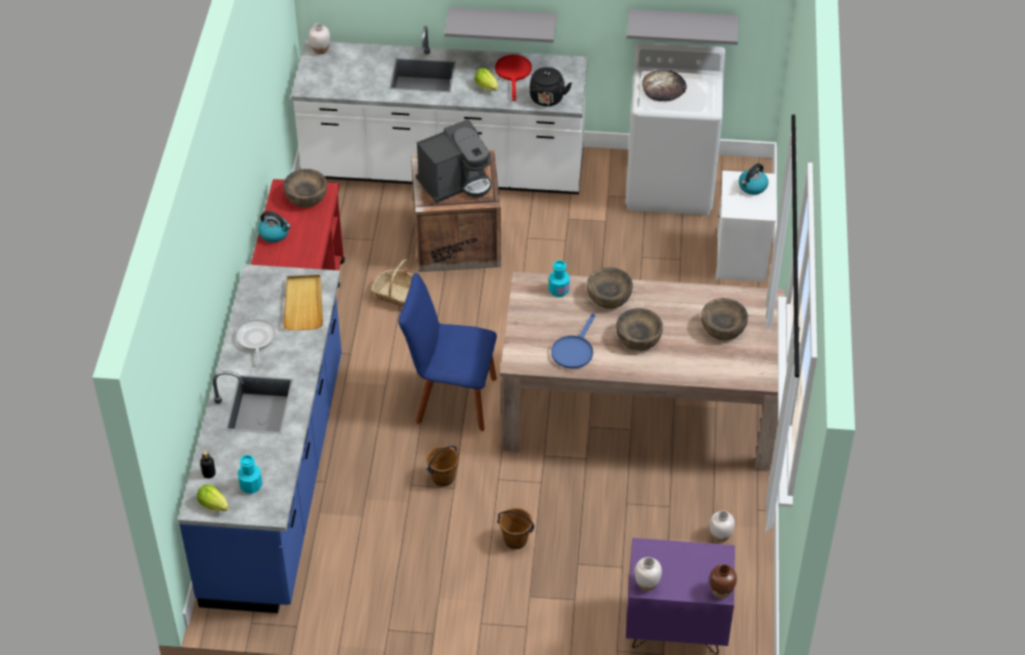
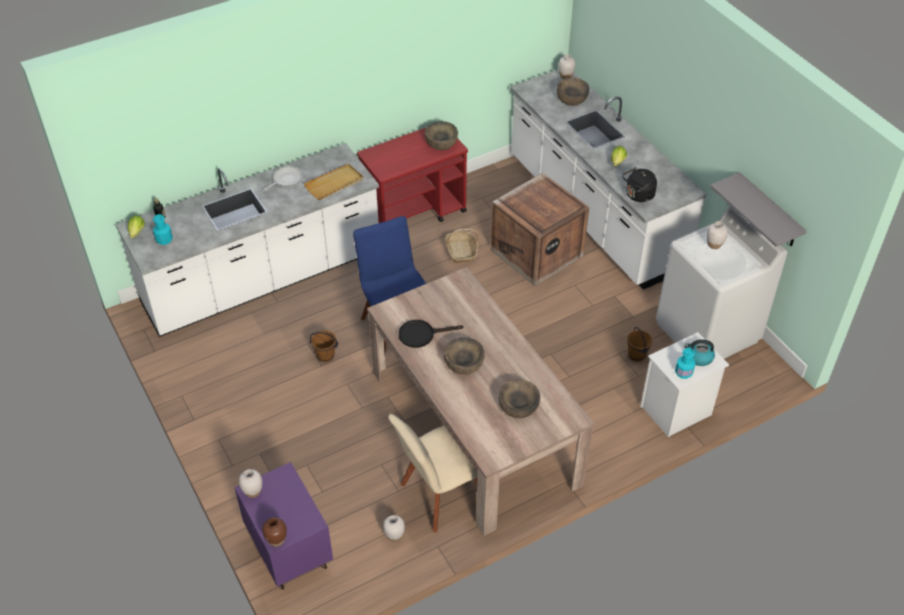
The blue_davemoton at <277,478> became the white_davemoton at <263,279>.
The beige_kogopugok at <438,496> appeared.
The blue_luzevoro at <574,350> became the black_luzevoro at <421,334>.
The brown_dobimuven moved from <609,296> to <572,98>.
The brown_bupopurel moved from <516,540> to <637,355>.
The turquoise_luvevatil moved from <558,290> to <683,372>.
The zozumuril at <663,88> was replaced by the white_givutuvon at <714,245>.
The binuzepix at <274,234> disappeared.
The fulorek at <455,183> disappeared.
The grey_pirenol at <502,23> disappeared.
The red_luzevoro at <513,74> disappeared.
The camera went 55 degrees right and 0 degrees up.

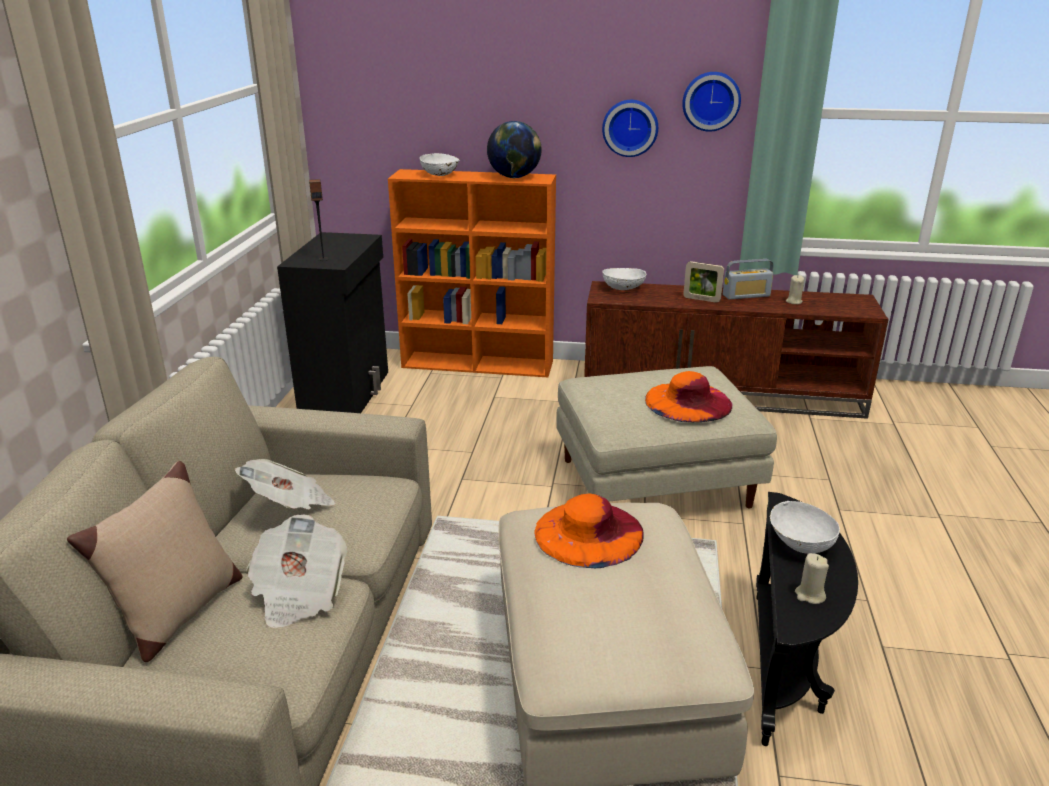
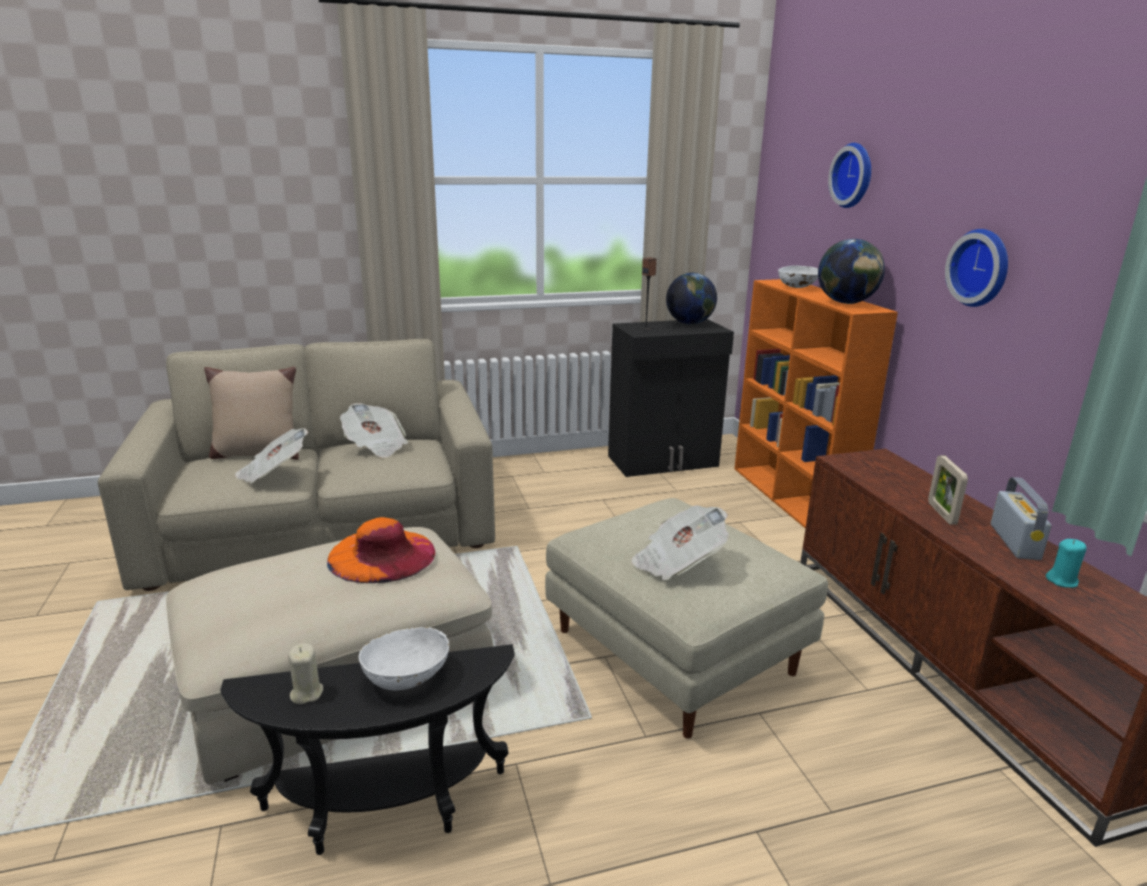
The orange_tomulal at <688,402> was replaced by the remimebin at <678,563>.
The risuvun at <689,324> appeared.
The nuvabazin moved from <711,101> to <854,175>.
The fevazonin at <746,295> turned 135 degrees counterclockwise.
The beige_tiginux at <793,301> became the turquoise_tiginux at <1062,581>.
The white_dobimuven at <623,288> disappeared.
The camera went 65 degrees right and 5 degrees down.

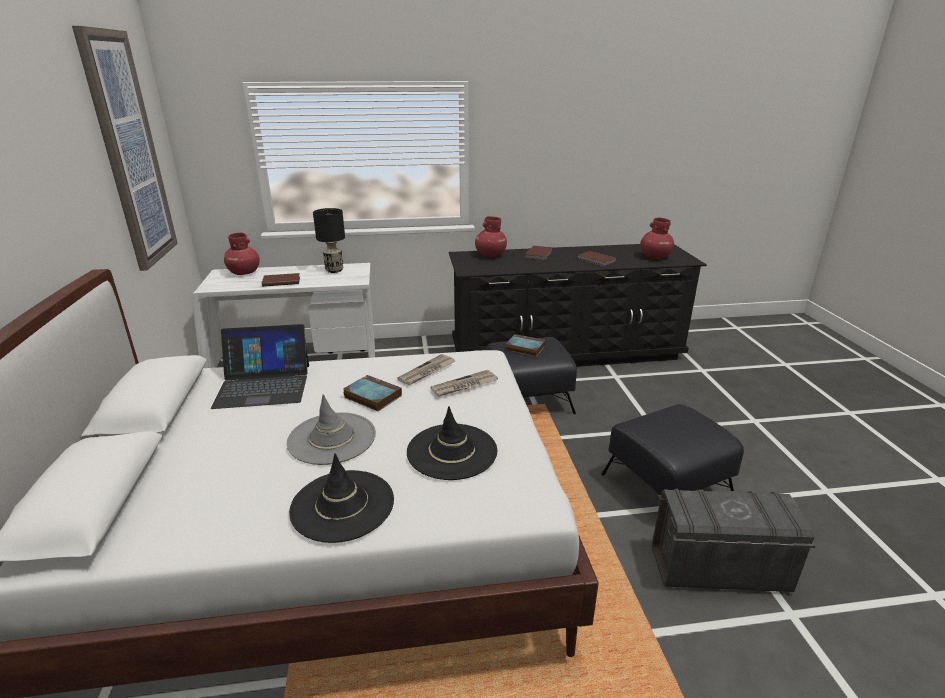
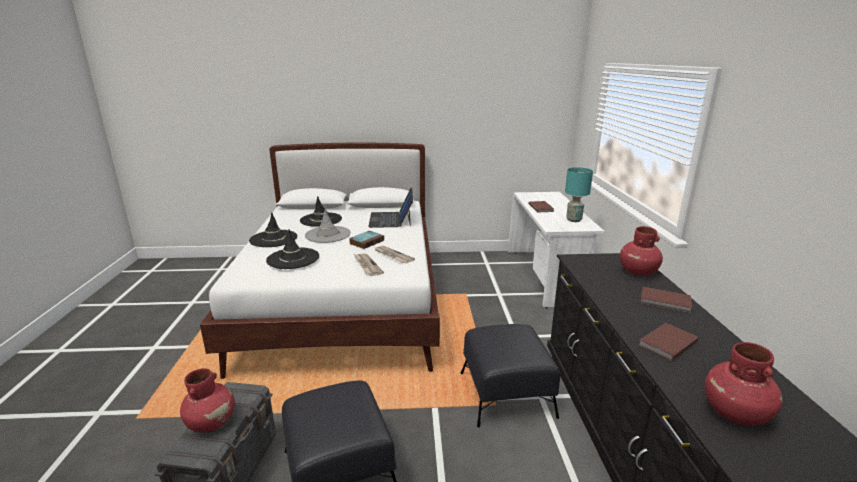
The red_givutuvon moved from <244,272> to <212,422>.
The black_tomulal at <321,220> appeared.
The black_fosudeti at <334,270> became the turquoise_fosudeti at <574,220>.
The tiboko at <129,152> disappeared.
The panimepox at <524,348> disappeared.
The camera went 95 degrees right and 5 degrees down.

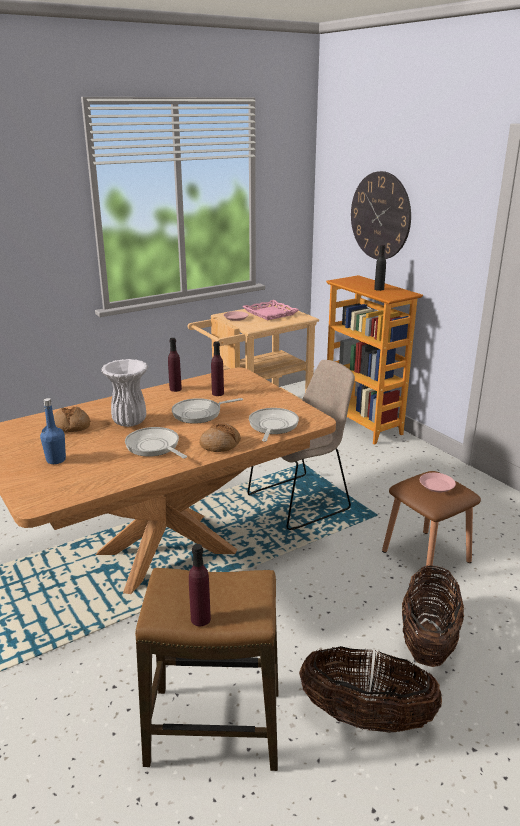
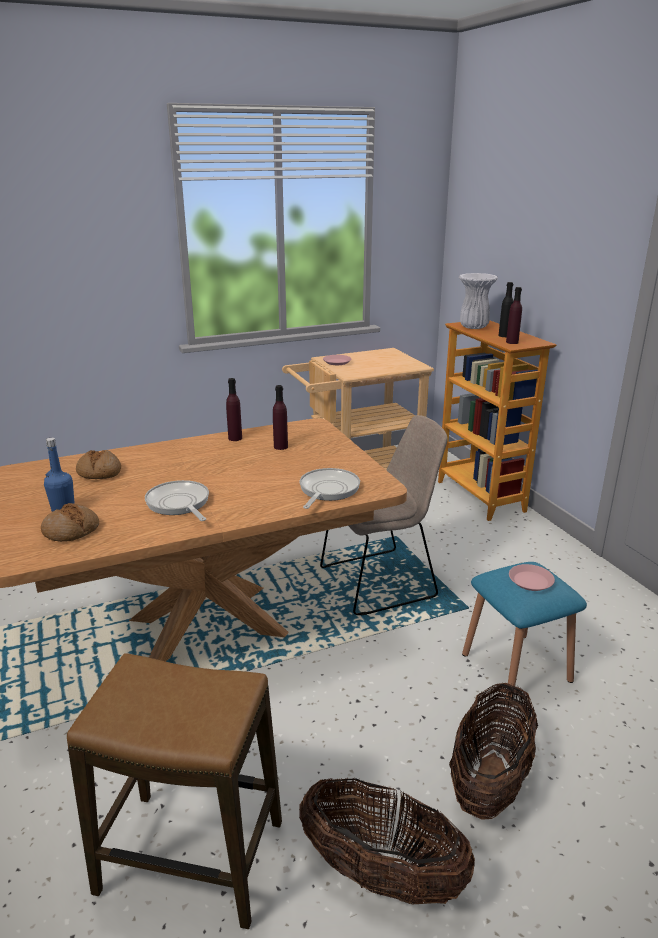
The zozumuril moved from <220,444> to <71,531>.
The white_givutuvon moved from <130,422> to <474,327>.
The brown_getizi at <426,556> became the blue_getizi at <516,667>.
The purple_luvevatil moved from <200,619> to <512,342>.
The luzevoro at <200,413> disappeared.
The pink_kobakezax at <270,313> disappeared.
The nuvabazin at <380,216> disappeared.
The camera went 10 degrees right and 0 degrees up.

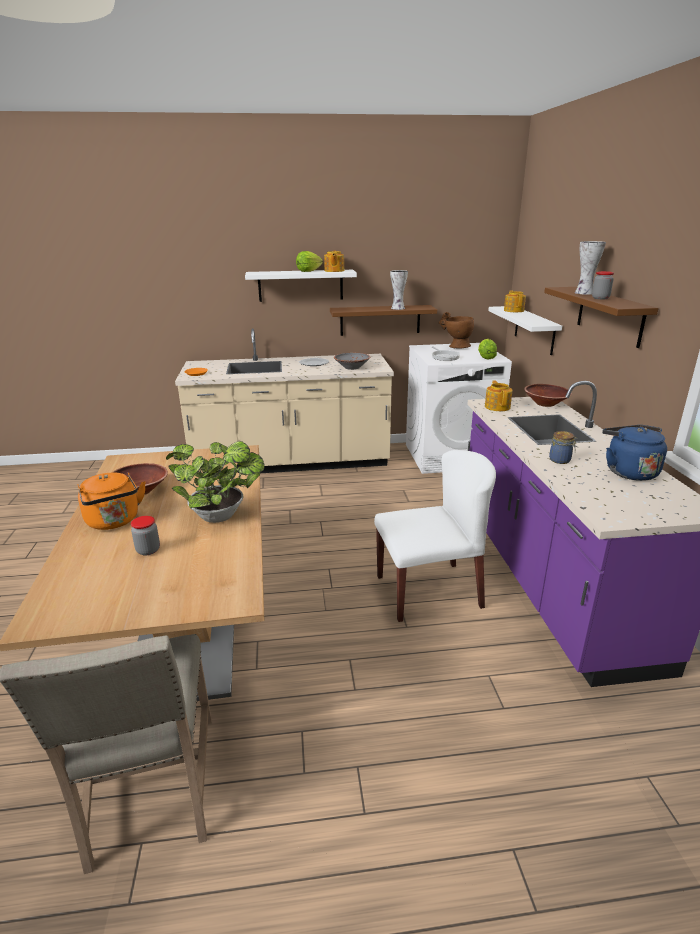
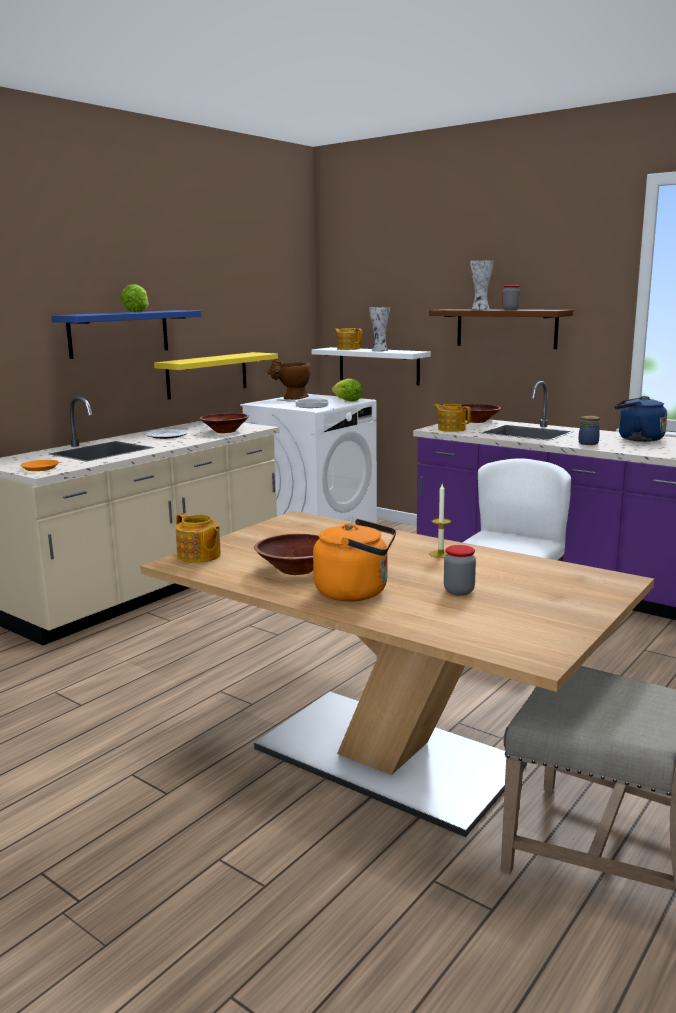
The white_pirenol at <300,285> became the blue_pirenol at <119,333>.
The brown_pirenol at <380,320> became the yellow_pirenol at <207,375>.
The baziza moved from <334,271> to <199,556>.
The grey_dobimuven at <352,368> became the brown_dobimuven at <225,431>.
The givutuvon moved from <397,308> to <380,350>.
The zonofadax at <222,517> was replaced by the tiginux at <440,554>.
The camera went 45 degrees left and 10 degrees down.

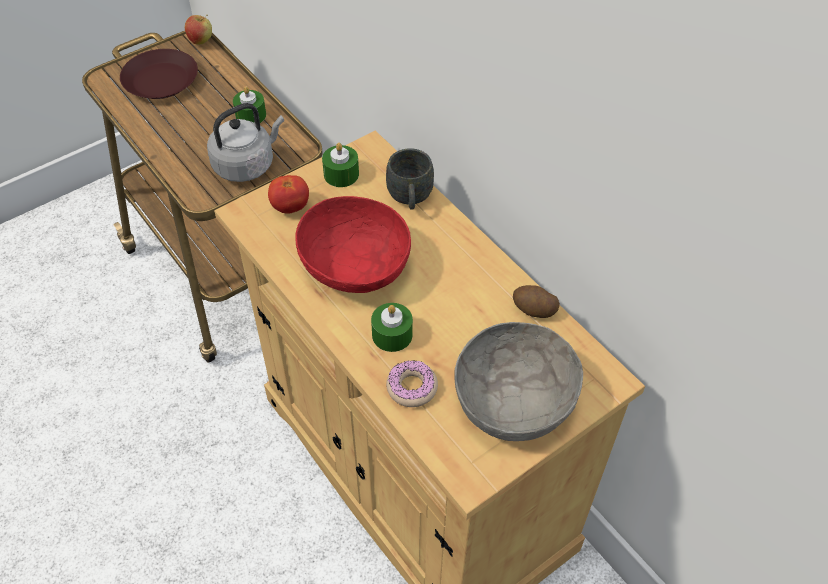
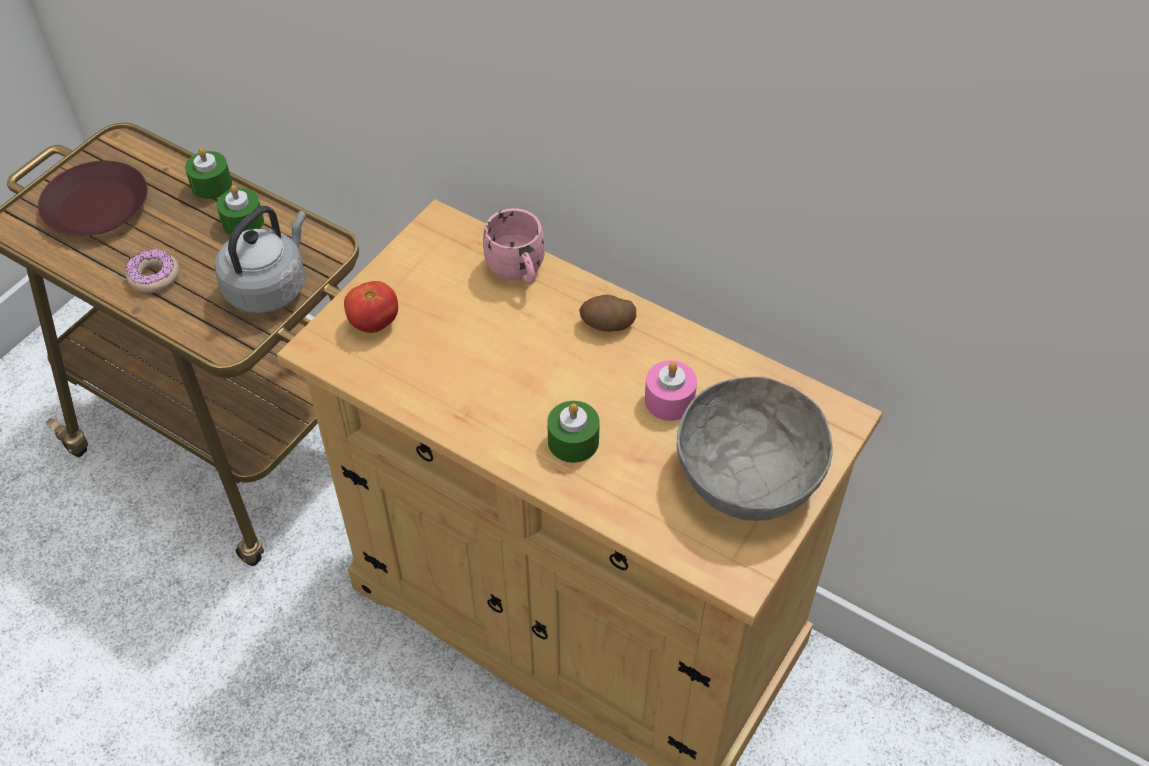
The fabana moved from <412,387> to <154,276>.
The green_tiginux moved from <341,174> to <211,184>.
The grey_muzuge at <410,199> became the pink_muzuge at <518,272>.
The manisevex moved from <533,310> to <607,324>.
The pink_tiginux at <669,400> appeared.
The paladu at <201,41> disappeared.
The red_dobimuven at <355,266> disappeared.
The camera went 20 degrees left and 0 degrees up.

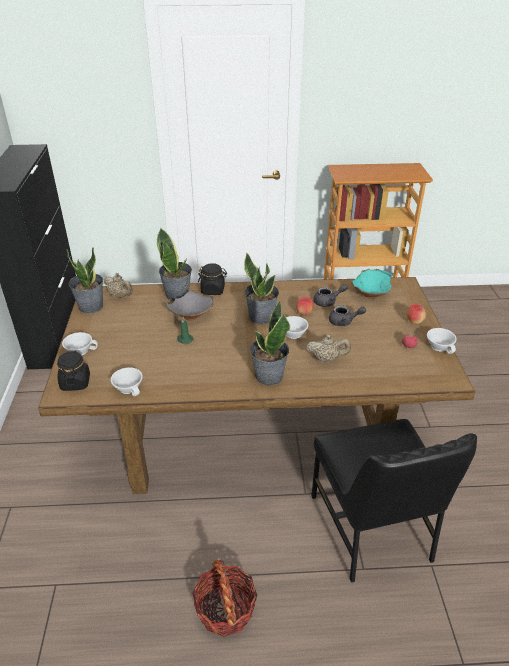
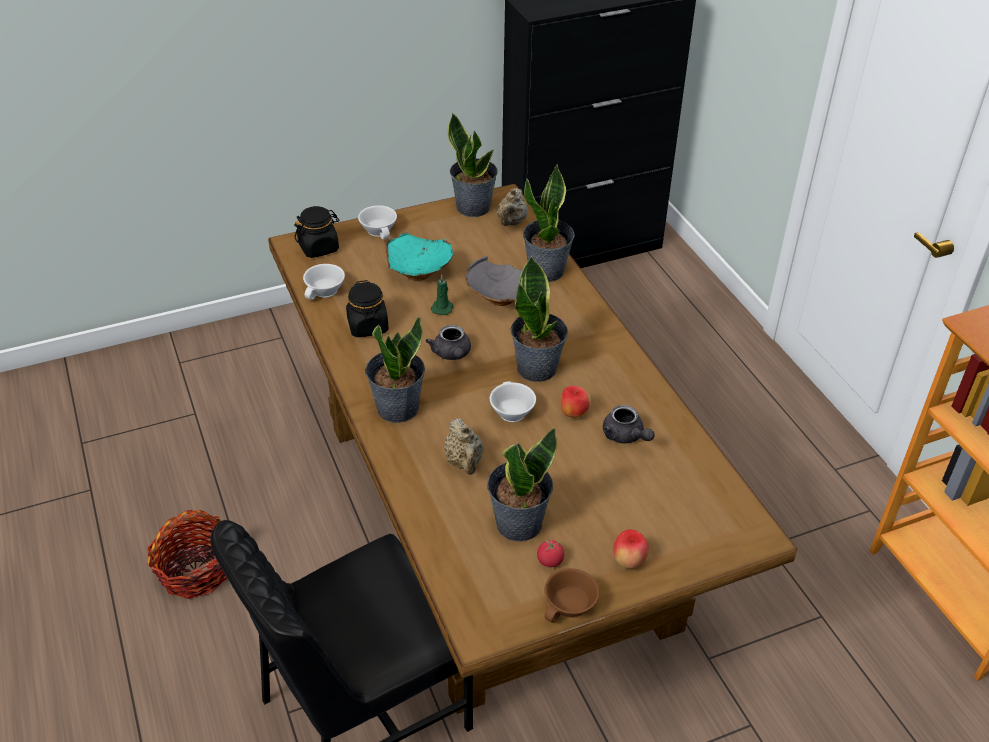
The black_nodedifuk moved from <213,290> to <368,326>.
The turquoise_dobimuven moved from <370,294> to <419,271>.
The grey_baziza moved from <344,322> to <452,354>.
The zonofadax at <518,523> appeared.
The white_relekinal at <440,346> became the brown_relekinal at <571,607>.
The camera went 70 degrees right and 5 degrees up.

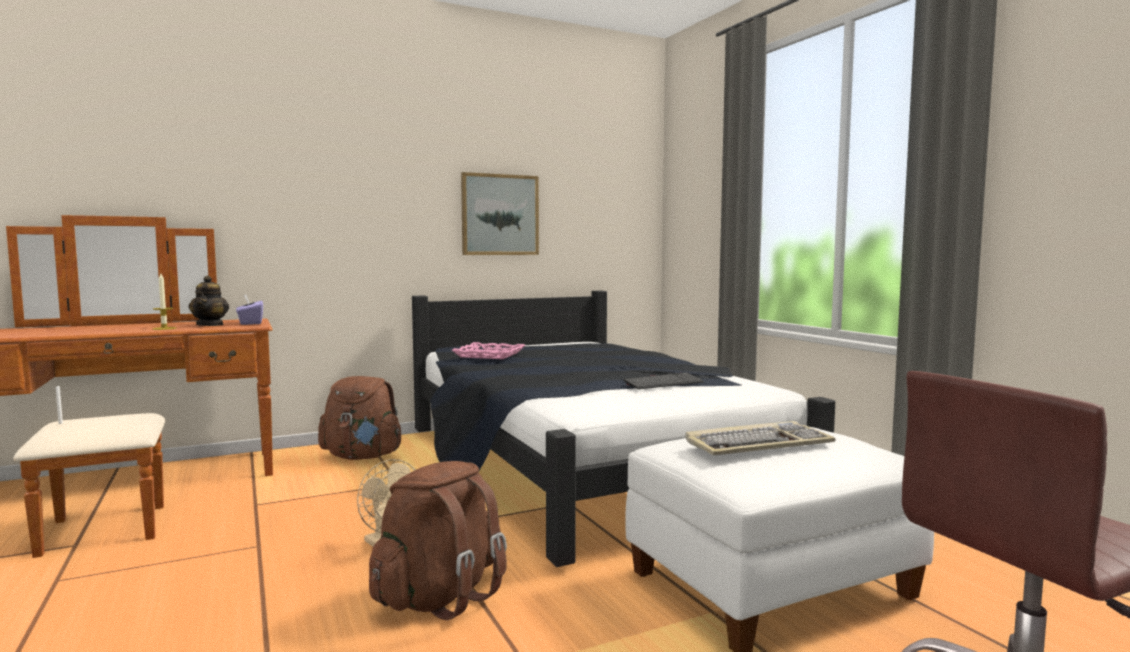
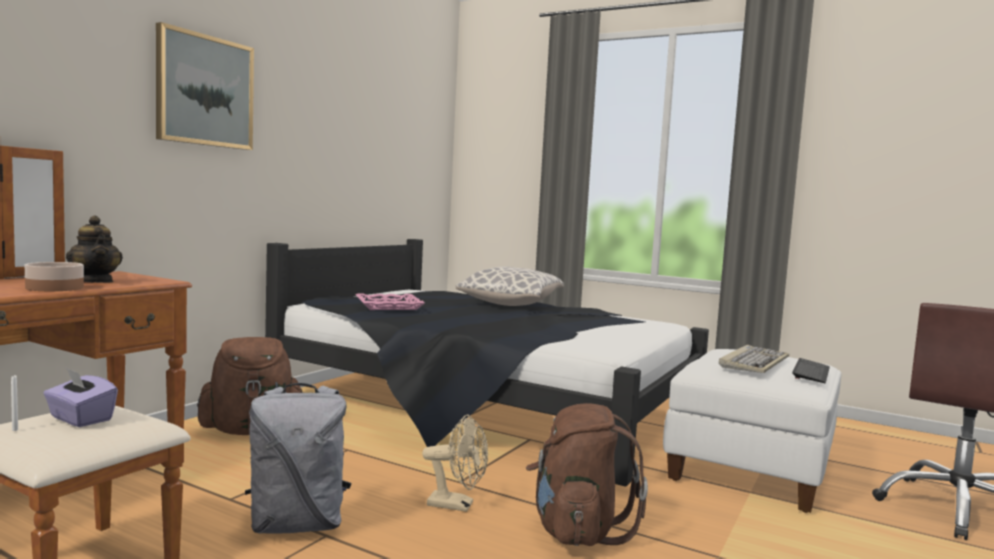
The tiginux at <164,328> was replaced by the dobimuven at <54,288>.
The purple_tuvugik moved from <250,323> to <80,419>.
The tiboko moved from <499,215> to <205,91>.
The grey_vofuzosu at <298,525> appeared.
The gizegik at <510,304> appeared.
The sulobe moved from <663,383> to <811,372>.
The camera went 35 degrees left and 0 degrees up.

